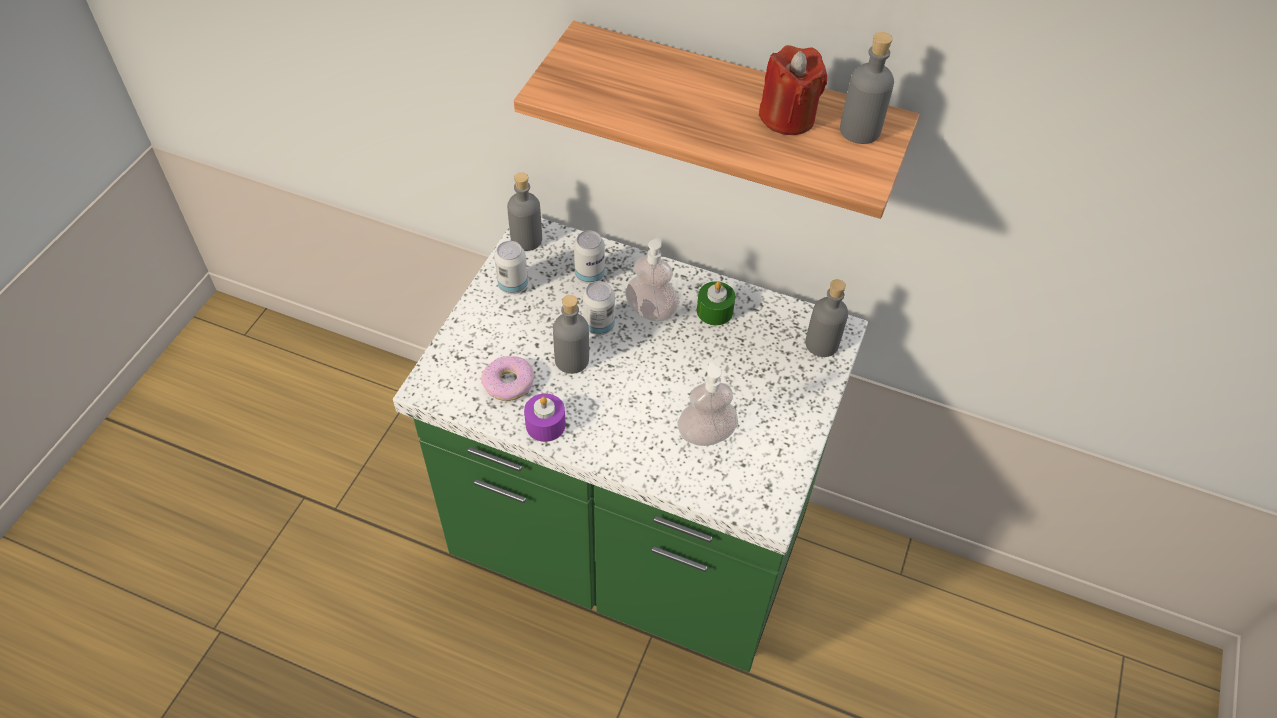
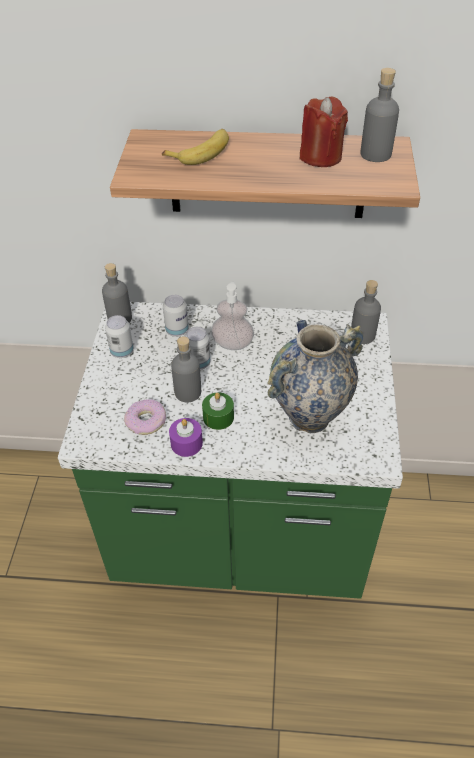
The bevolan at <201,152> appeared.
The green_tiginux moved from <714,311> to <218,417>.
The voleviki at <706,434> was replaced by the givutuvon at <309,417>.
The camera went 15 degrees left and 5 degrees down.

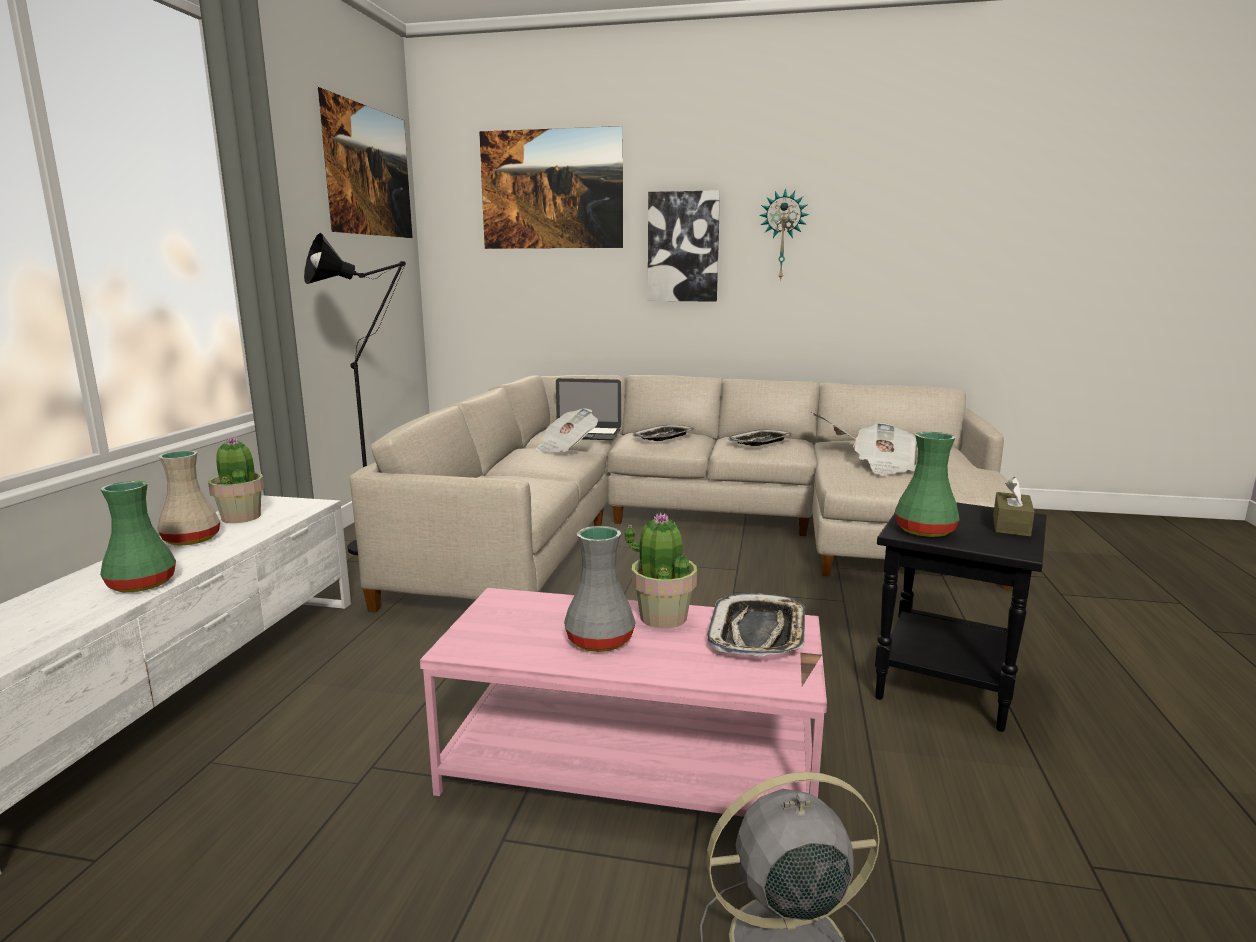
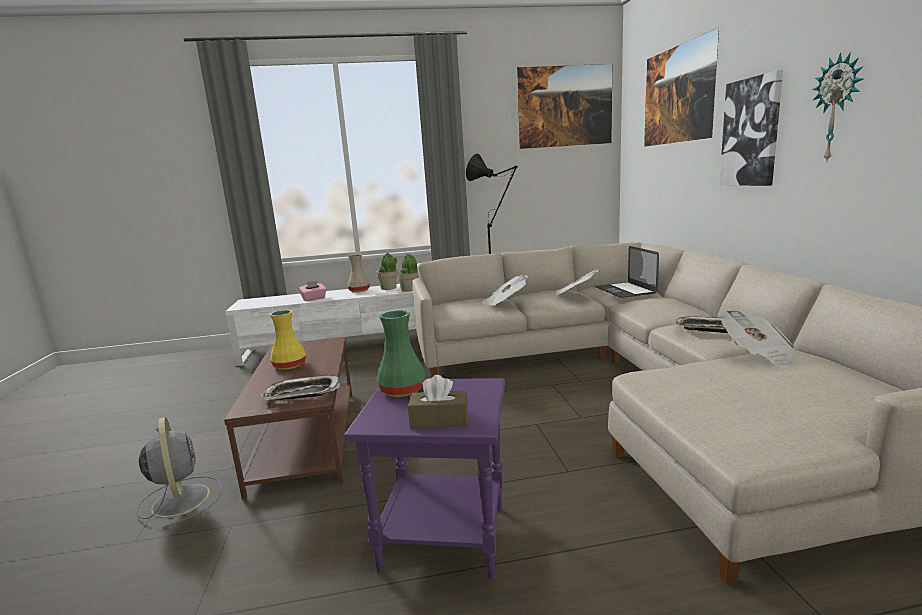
The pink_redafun at <632,765> became the brown_redafun at <308,438>.
The grey_givutuvon at <598,641> became the yellow_givutuvon at <289,365>.
The green_givutuvon at <140,584> was replaced by the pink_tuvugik at <314,299>.
The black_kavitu at <948,685> became the purple_kavitu at <442,539>.
The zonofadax moved from <663,617> to <410,289>.
The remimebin moved from <885,467> to <505,302>.
The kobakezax at <664,437> disappeared.
The camera went 70 degrees right and 0 degrees up.

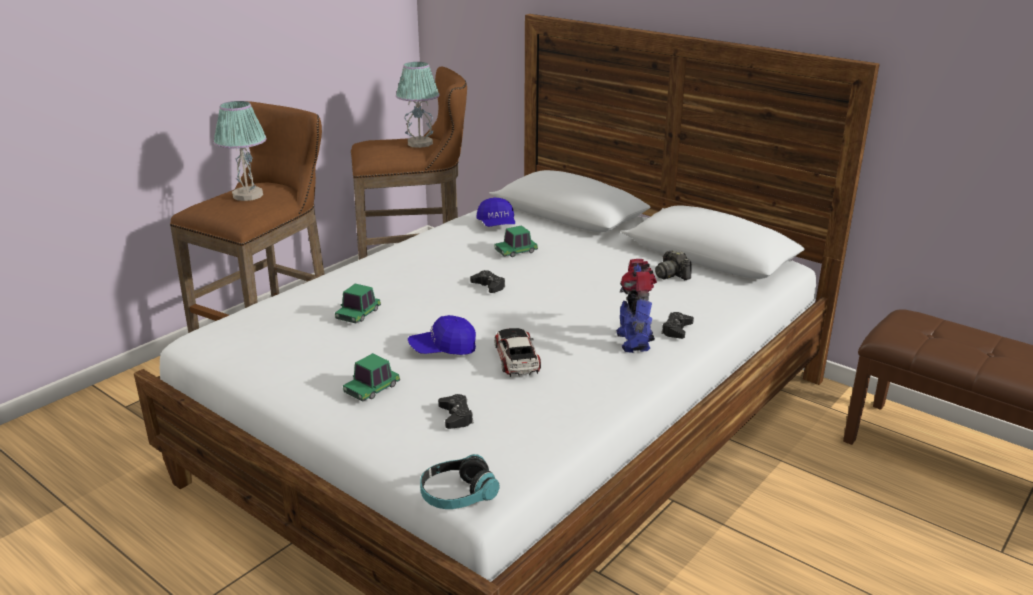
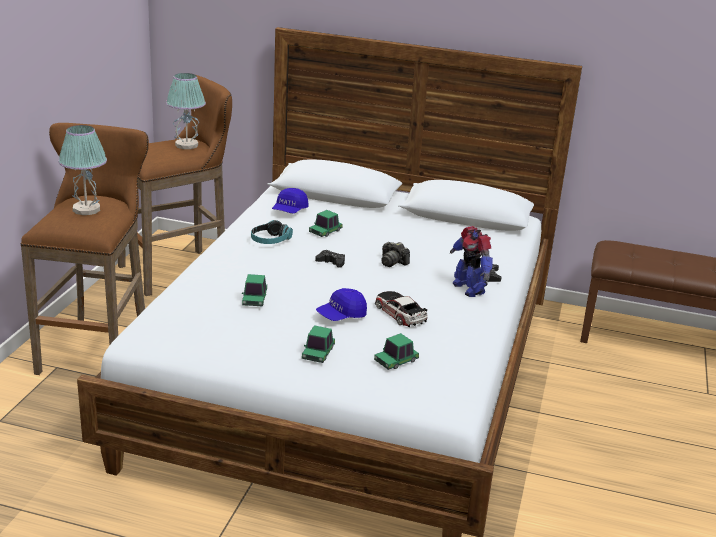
The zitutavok moved from <458,495> to <270,240>.
The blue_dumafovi at <497,224> turned 60 degrees clockwise.
The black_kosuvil at <456,416> was replaced by the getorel at <396,361>.
The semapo moved from <672,275> to <392,262>.
The camera went 25 degrees left and 0 degrees up.

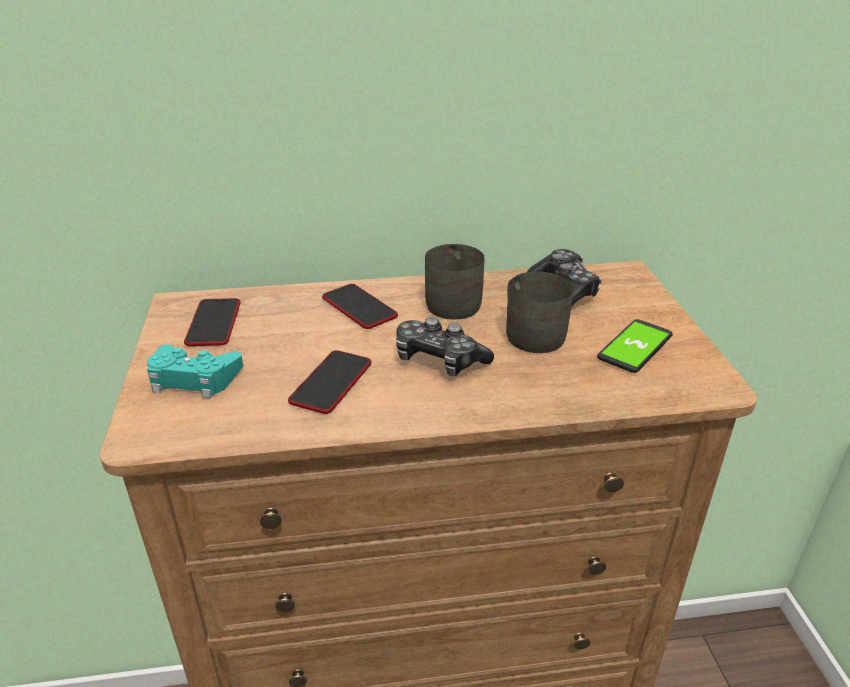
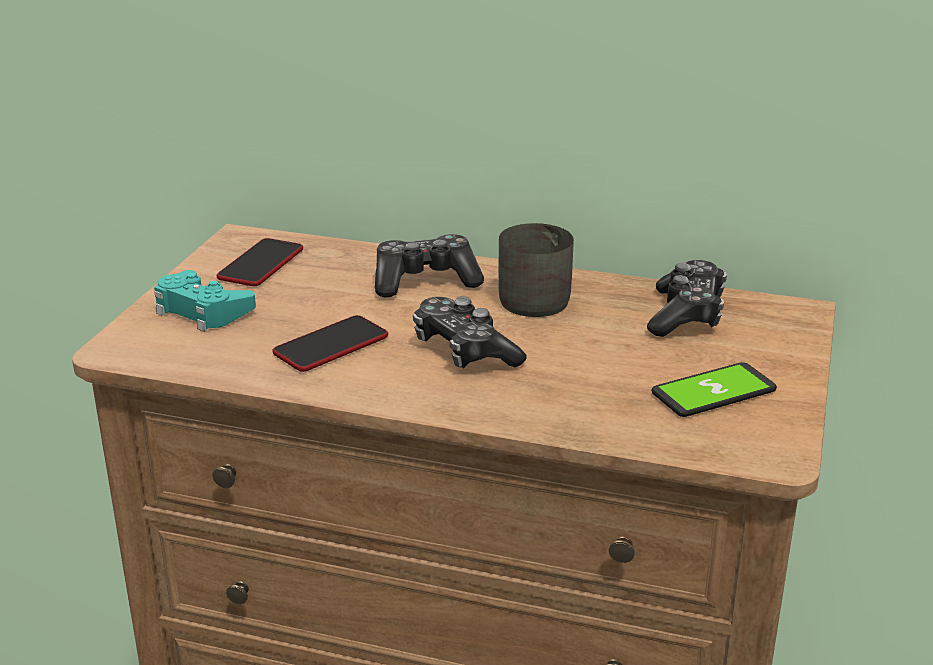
The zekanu at <359,307> was replaced by the kosuvil at <425,281>.
The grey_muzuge at <530,332> disappeared.
The camera went 25 degrees right and 5 degrees down.

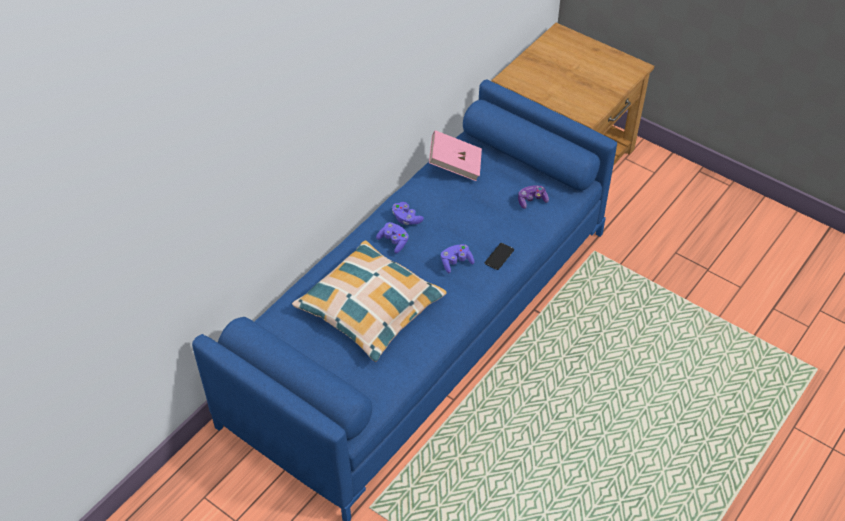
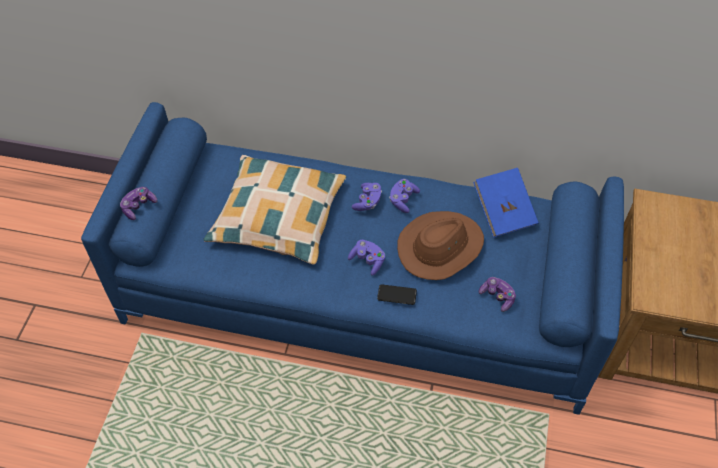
The kosuvil at <138,206> appeared.
The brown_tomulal at <440,247> appeared.
The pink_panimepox at <455,165> became the blue_panimepox at <503,212>.
The camera went 65 degrees right and 5 degrees up.

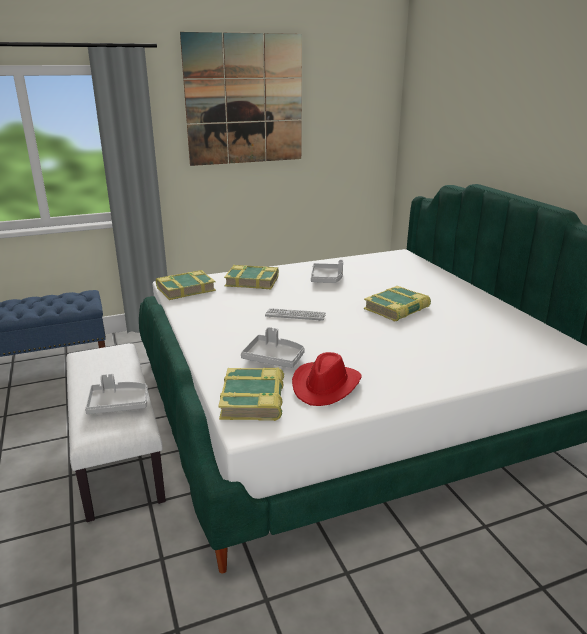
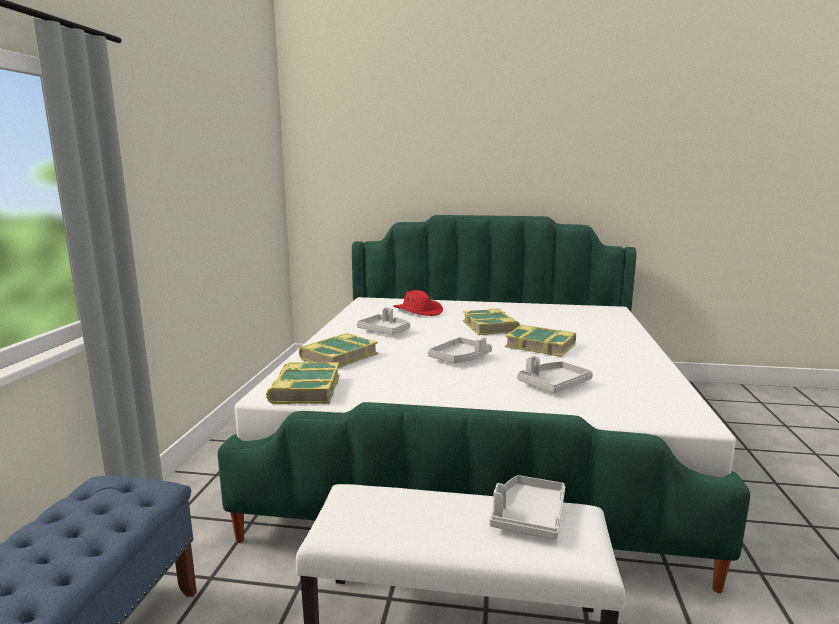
The red_tomulal moved from <326,386> to <418,311>.
The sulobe at <295,315> was replaced by the grey_kobakezax at <460,358>.
The panimepox moved from <253,400> to <540,346>.
The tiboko at <244,100> disappeared.
The camera went 60 degrees left and 10 degrees down.

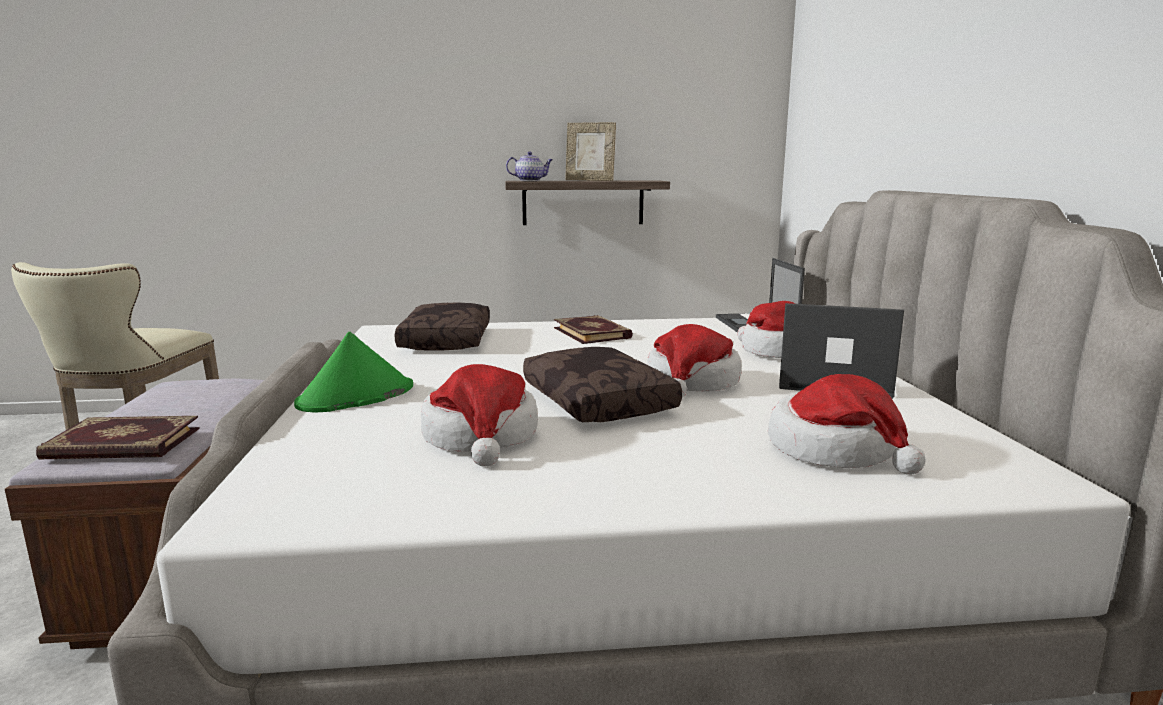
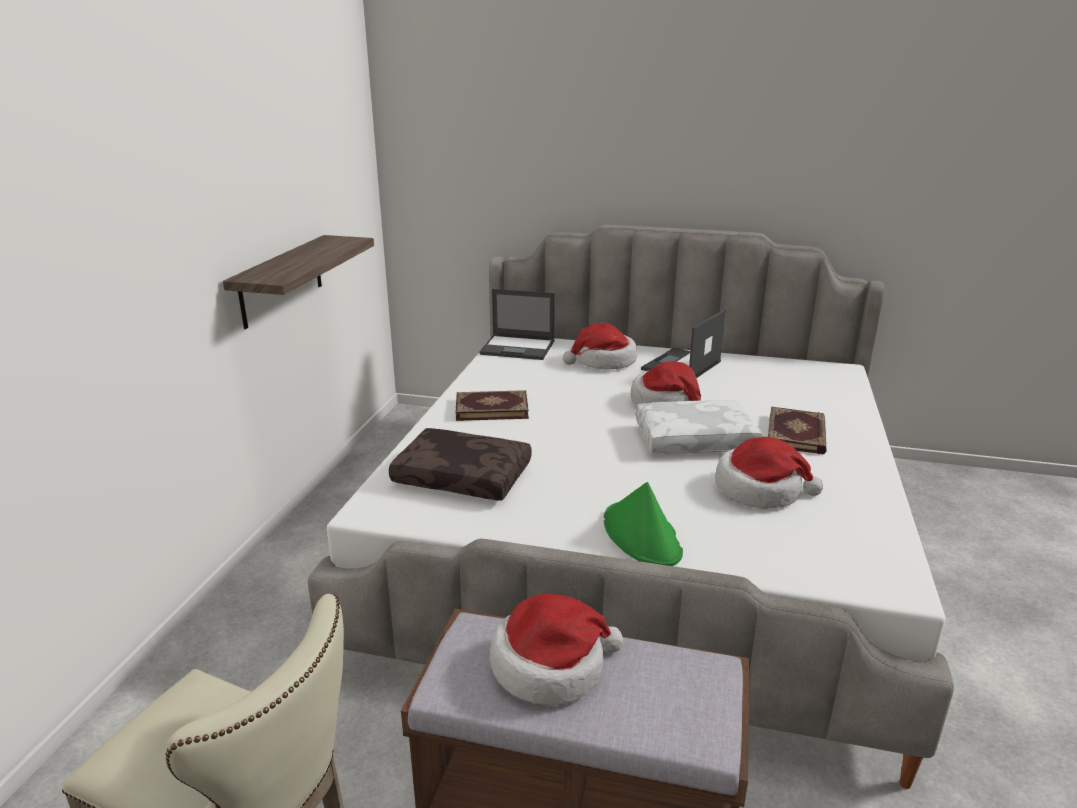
The tomulal moved from <834,450> to <551,666>.
The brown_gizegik at <600,401> became the white_gizegik at <695,439>.
The panimepox moved from <122,444> to <797,434>.
The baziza at <530,180> disappeared.
The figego at <590,180> disappeared.
The camera went 70 degrees left and 10 degrees up.

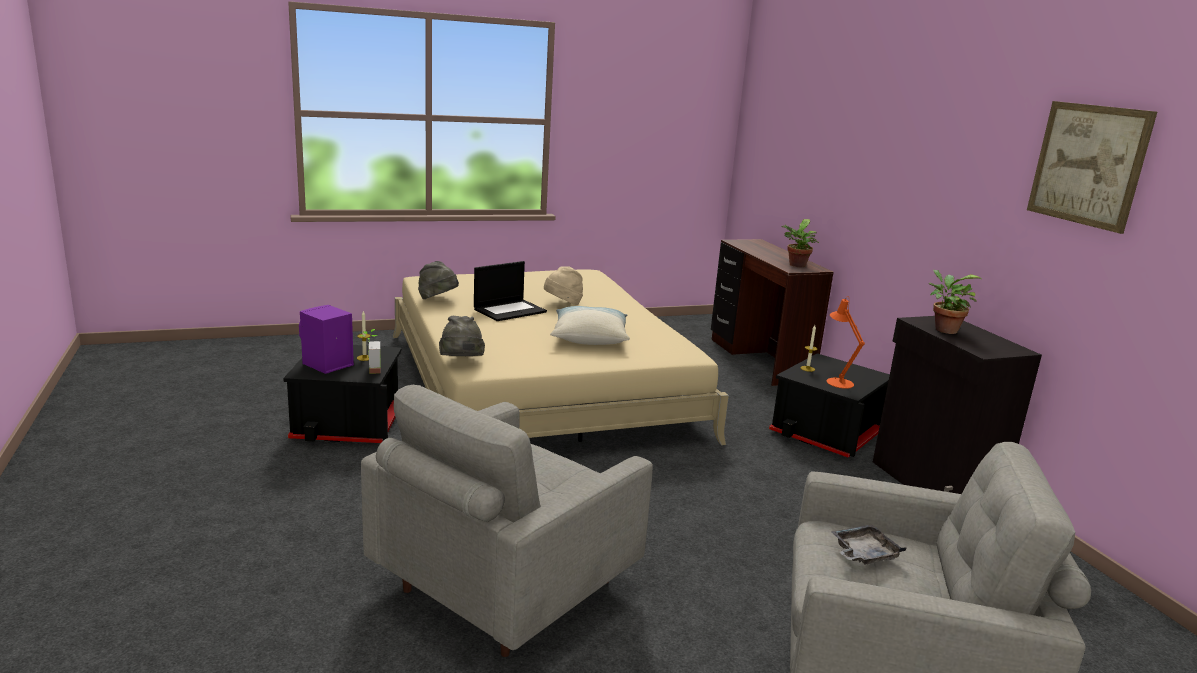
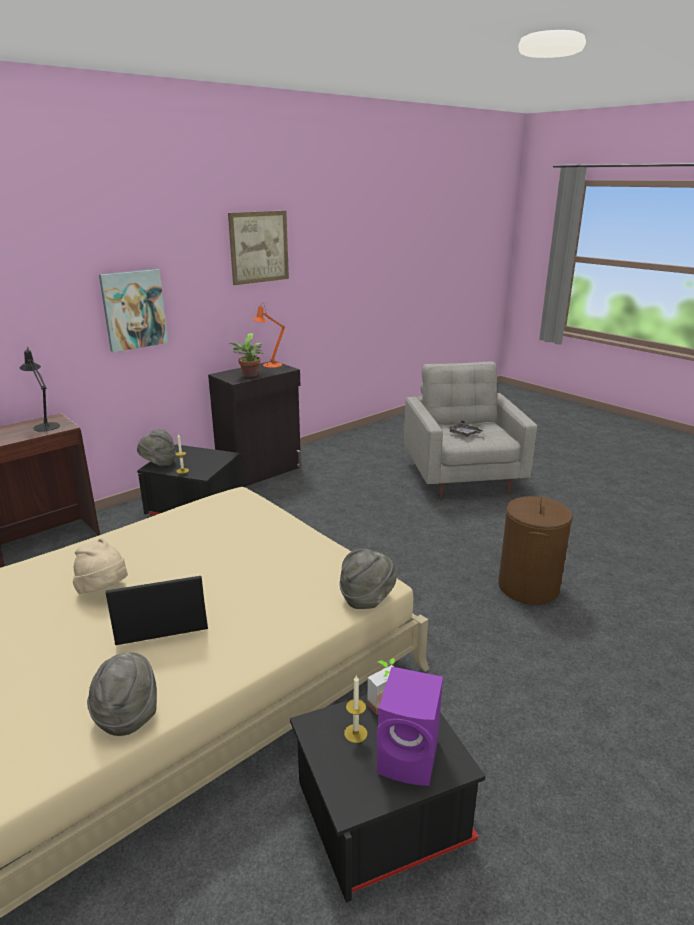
The zonofadax at <796,265> was replaced by the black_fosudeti at <45,426>.
The tiboko at <134,310> appeared.
The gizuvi at <510,310> turned 45 degrees counterclockwise.
The grey_tomulal at <158,463> appeared.
The orange_fosudeti moved from <837,381> to <270,365>.
The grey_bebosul at <503,587> was replaced by the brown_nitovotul at <528,587>.
The gizegik at <589,338> disappeared.
The camera went 110 degrees left and 5 degrees up.

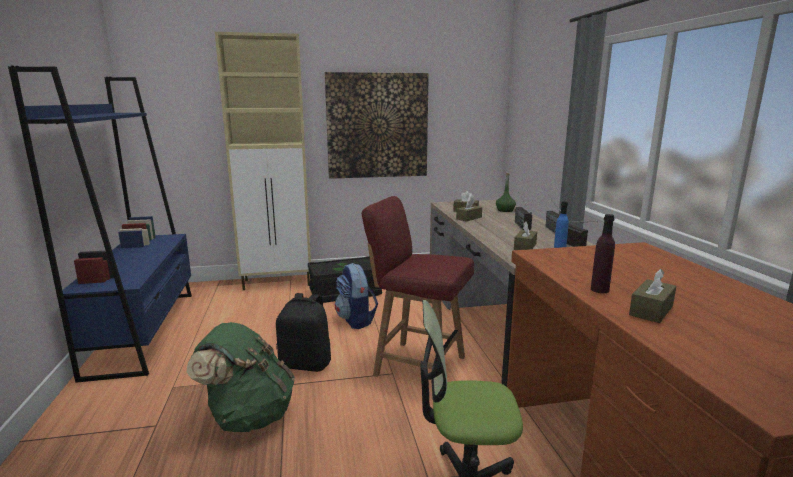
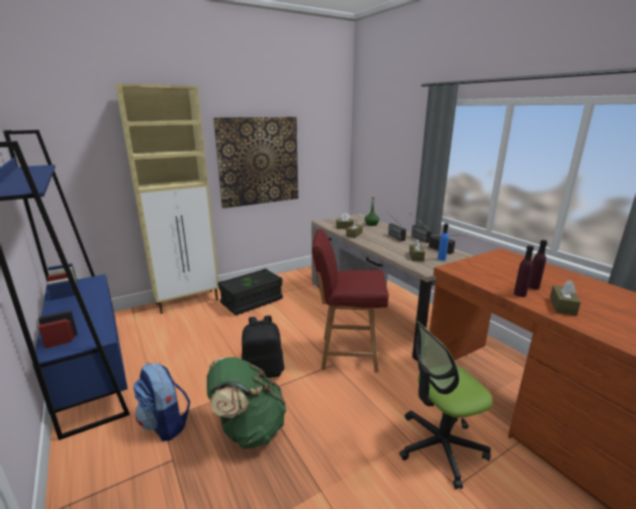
The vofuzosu moved from <356,320> to <165,424>.
The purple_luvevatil at <533,287> appeared.
The camera went 20 degrees left and 5 degrees up.

